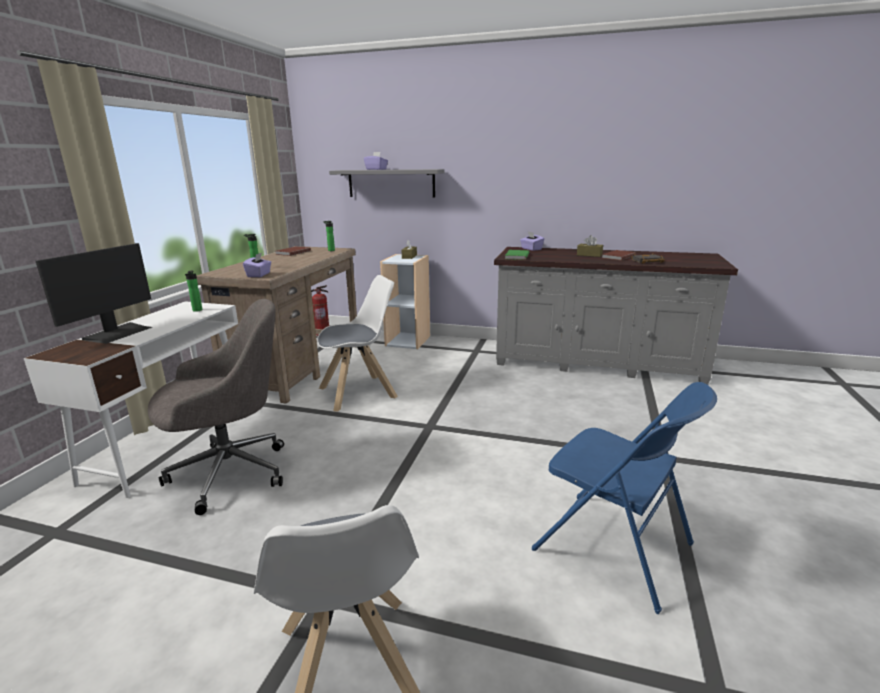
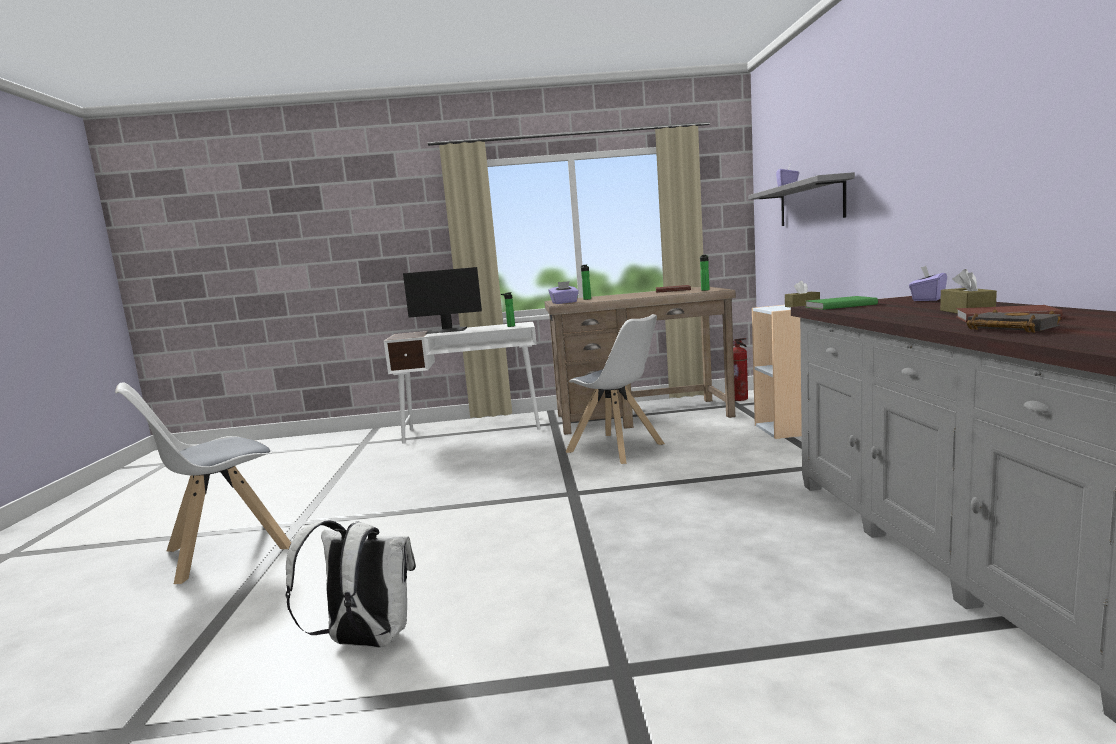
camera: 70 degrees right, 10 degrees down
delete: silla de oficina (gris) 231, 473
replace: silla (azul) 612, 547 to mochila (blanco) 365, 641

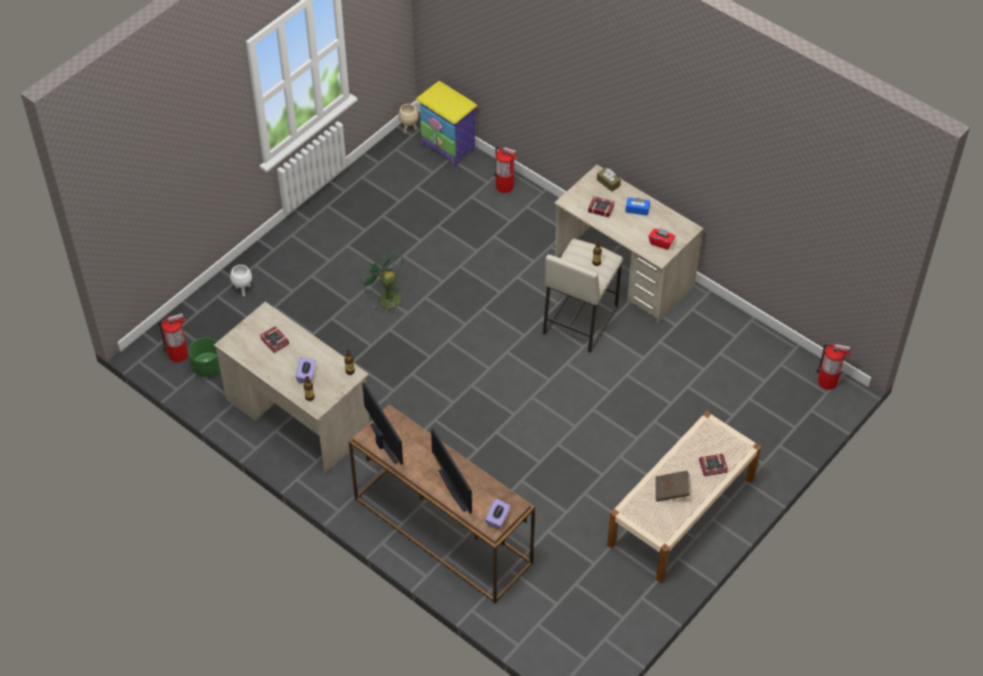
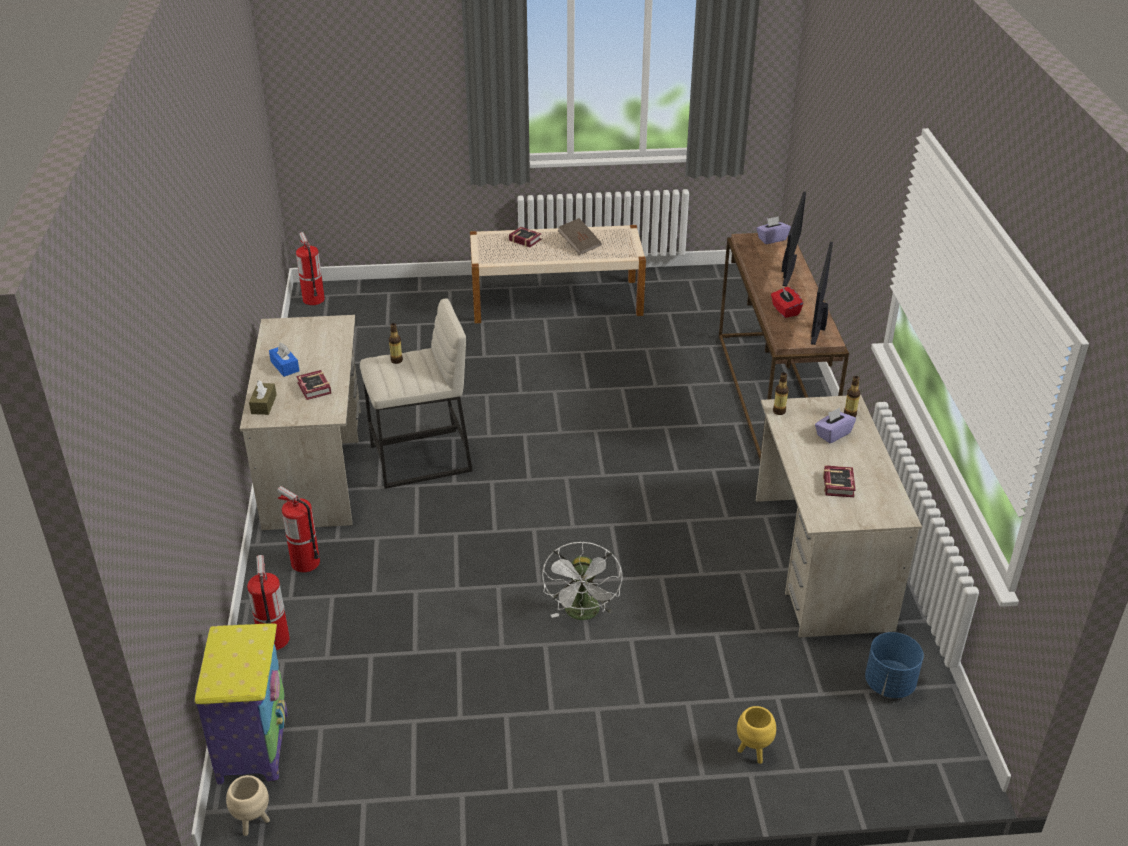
camera: 135 degrees left, 15 degrees down
move: extintor 178, 354 to 305, 562; caja de pañuelos (rojo) 661, 243 to 785, 310
recolor: ventilador (verde) 385, 297 to ventilador (blanco) 583, 614; maceta (blanco) 243, 290 to maceta (amarillo) 753, 752; maceta (verde) 207, 367 to maceta (azul) 889, 684

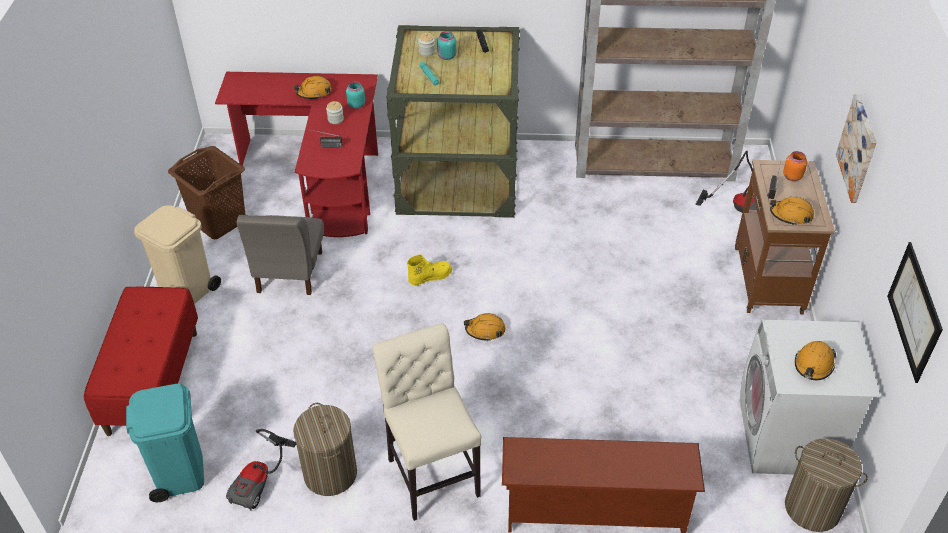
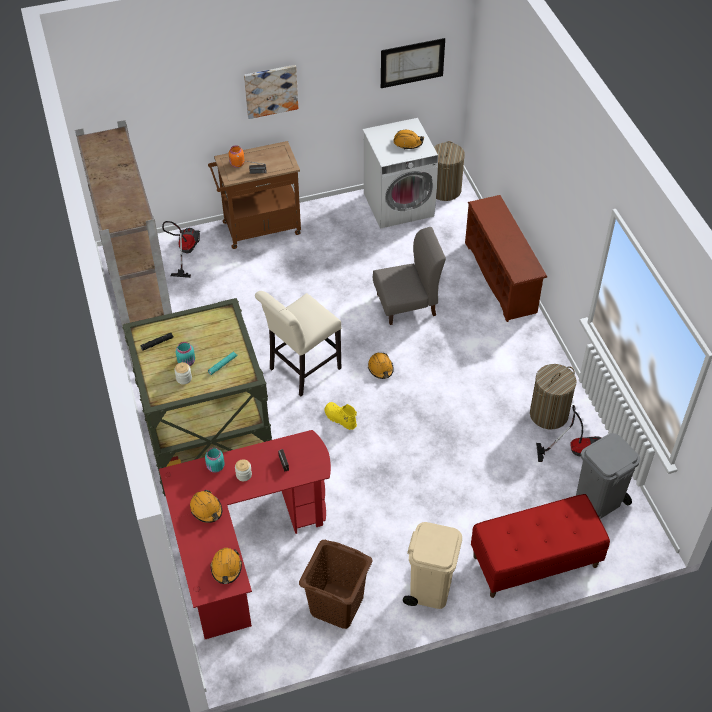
camera: 110 degrees left, 5 degrees up
move: casco (naranja) 791, 215 to 226, 568; taburete (beis) 432, 472 to 301, 370; silla (gris) 289, 272 to 407, 305
recolor: papelera (turquesa) 180, 473 to papelera (gris) 598, 501

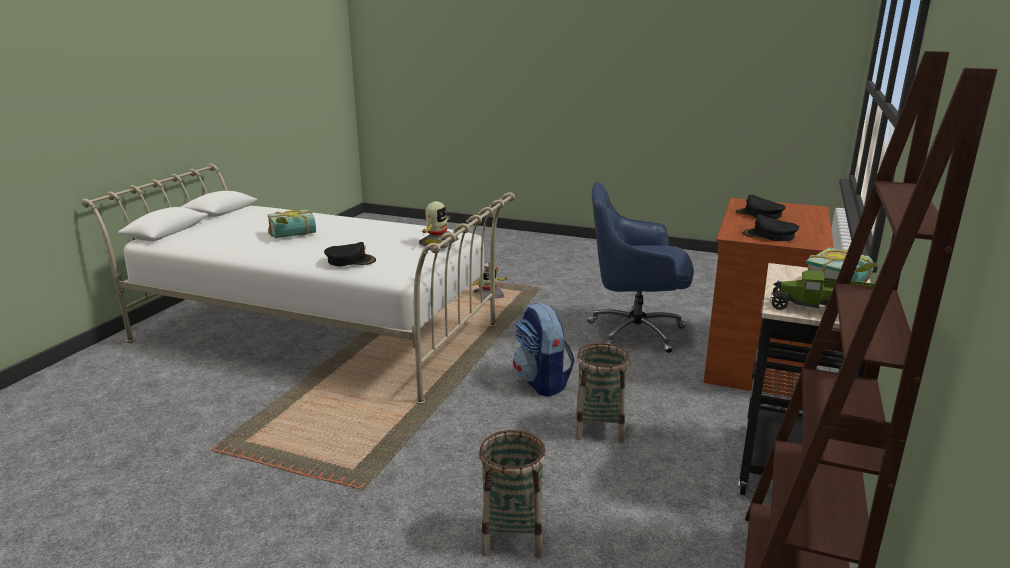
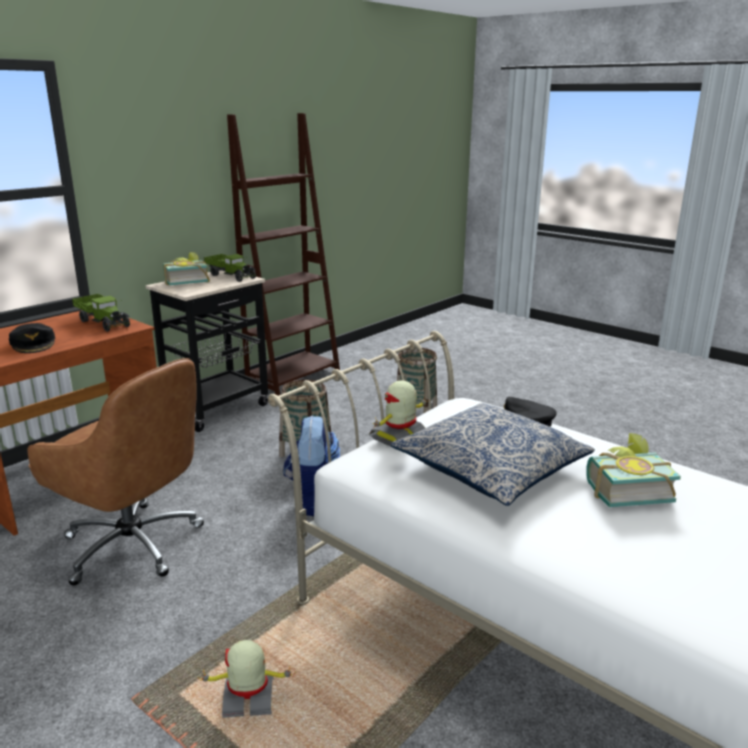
camera: 160 degrees left, 0 degrees up
insert: cojín 491, 467
replace: gorra (negro) 769, 235 to camión de juguete 103, 322
recolor: silla de oficina (azul) 635, 331 to silla de oficina (marrón) 131, 545

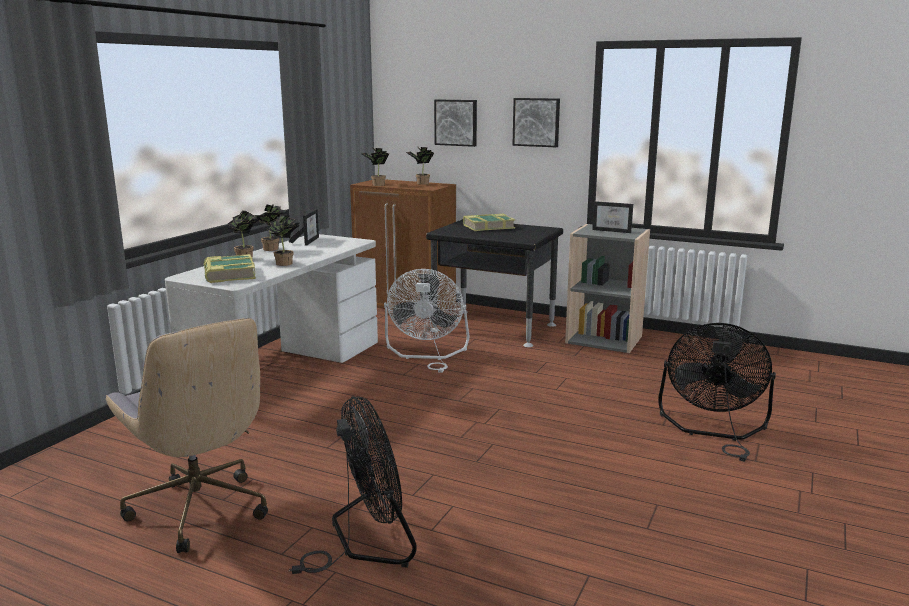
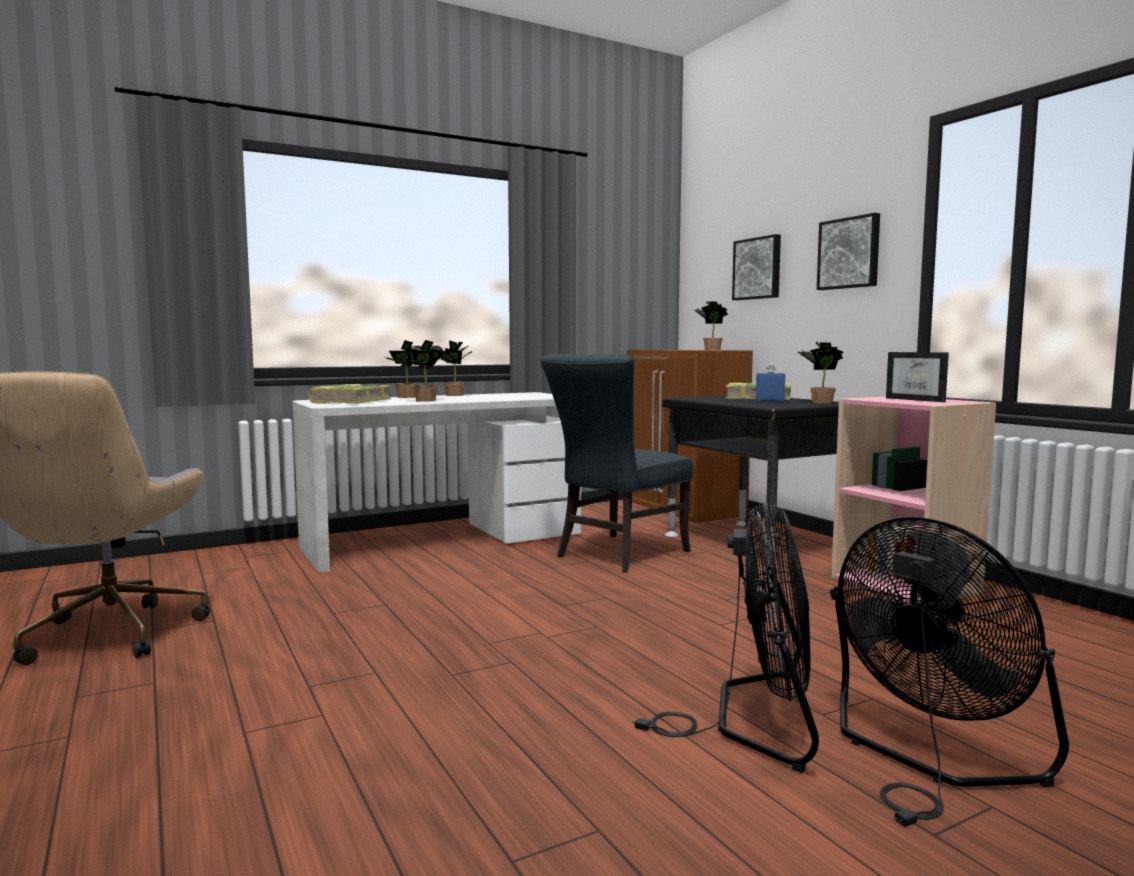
camera: 35 degrees right, 10 degrees down
delete: portarretratos 308, 241
insert: botella (azul) 769, 401
move: ventilador (negro) 361, 537 to 751, 717; planta en maceta 376, 185 to 819, 402
replace: ventilador (blanco) 427, 355 to silla (gris) 616, 555
recolor: estantería (gris) 605, 339 to estantería (rosa) 907, 585

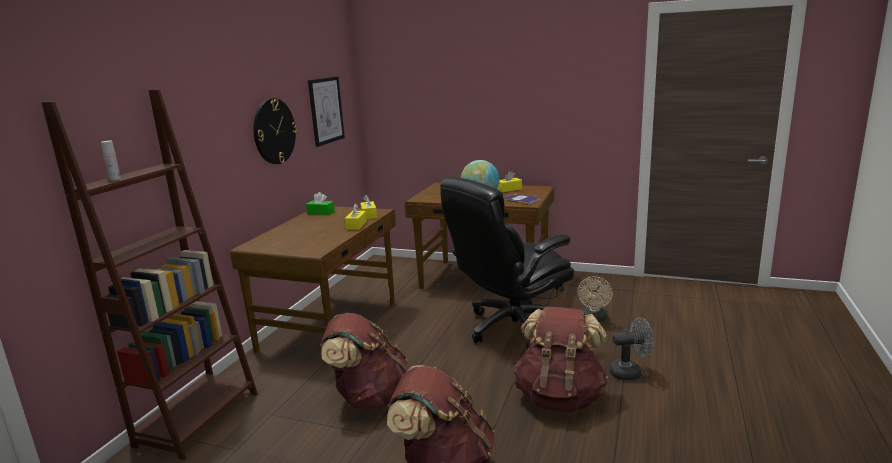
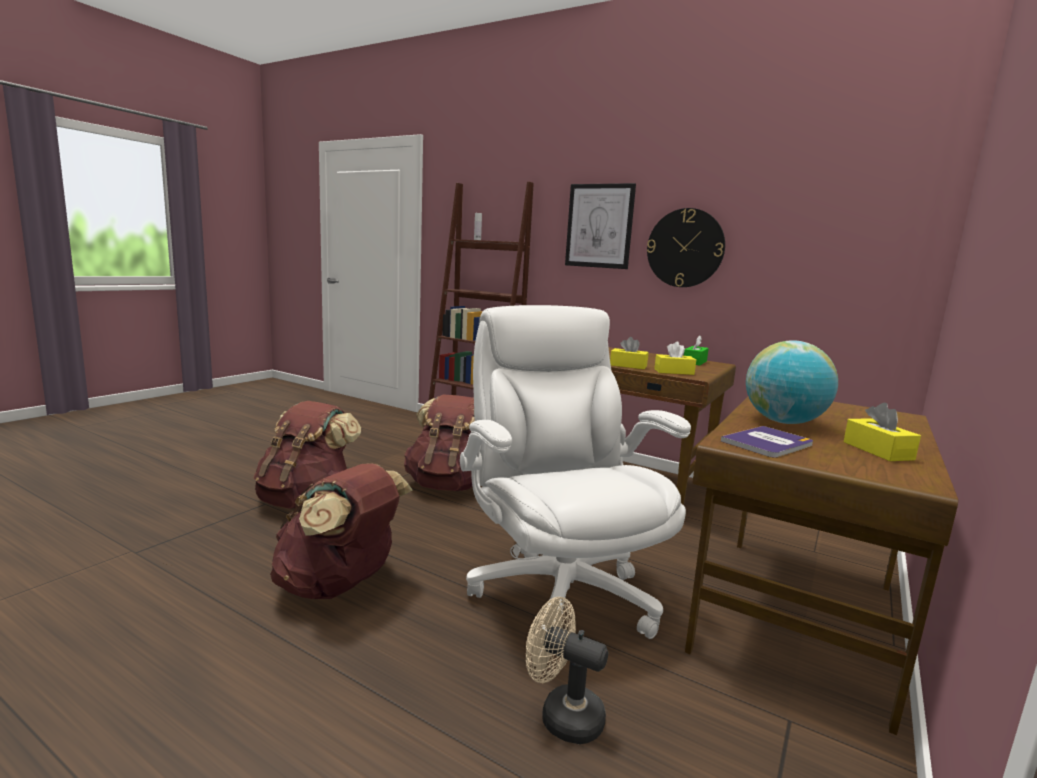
camera: 100 degrees right, 5 degrees down
delete: ventilador (gris) 630, 372
move: cuadro 326, 110 to 599, 226
recolor: silla de oficina (negro) 509, 328 to silla de oficina (blanco) 560, 594

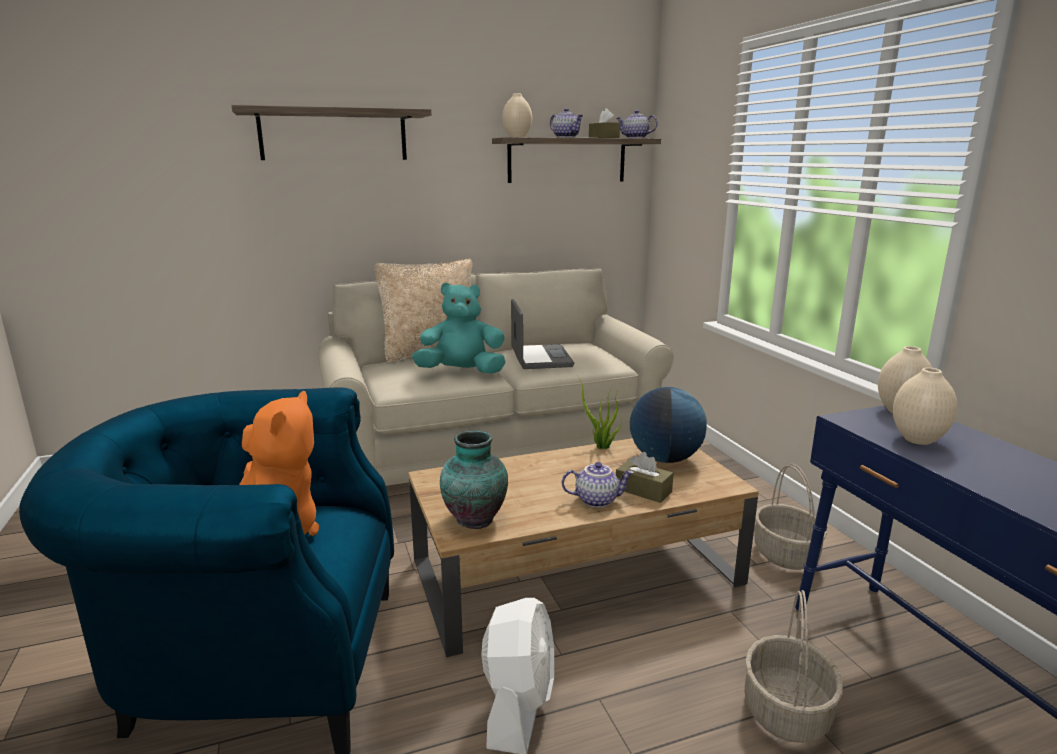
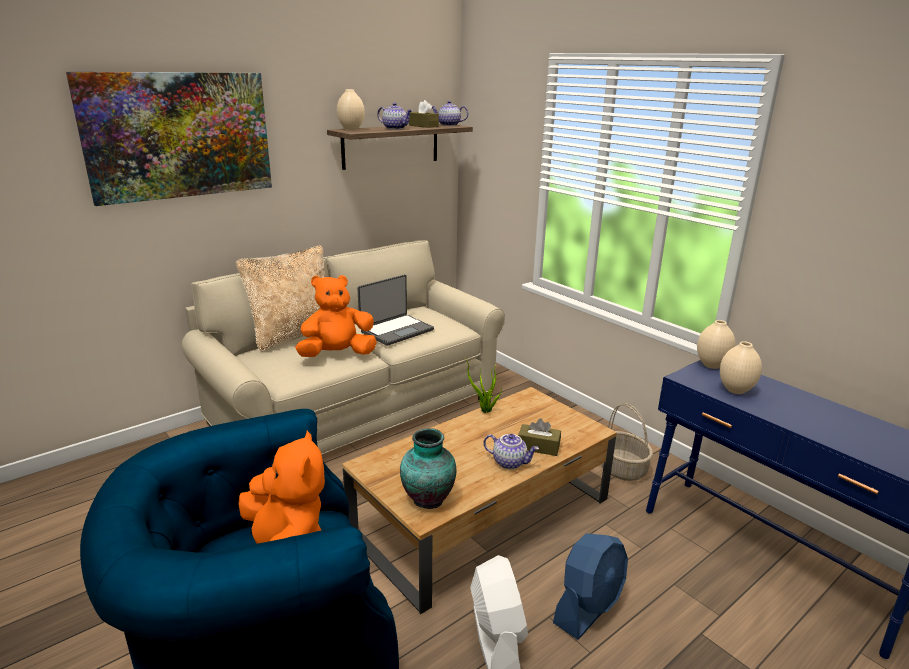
camera: 20 degrees left, 5 degrees up
delete: globo terráqueo 665, 459; cesta 787, 712
insert: ventilador (azul) 589, 607
replace: estante 334, 135 to cuadro 179, 135
recolor: peluche (turquesa) 462, 372 to peluche (naranja) 337, 354
rotate: portátil 539, 358 = 396, 330 75 degrees clockwise; tetera 597, 500 = 510, 462 45 degrees clockwise

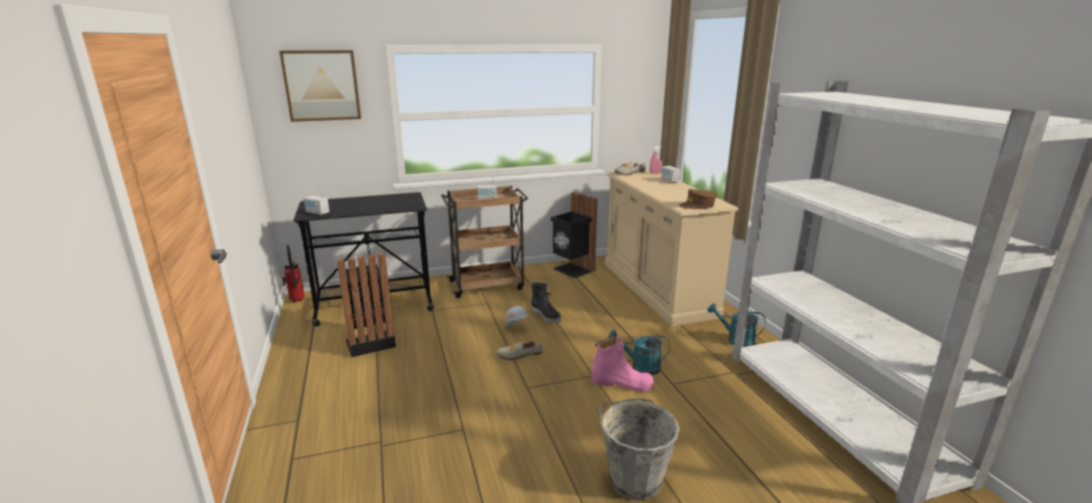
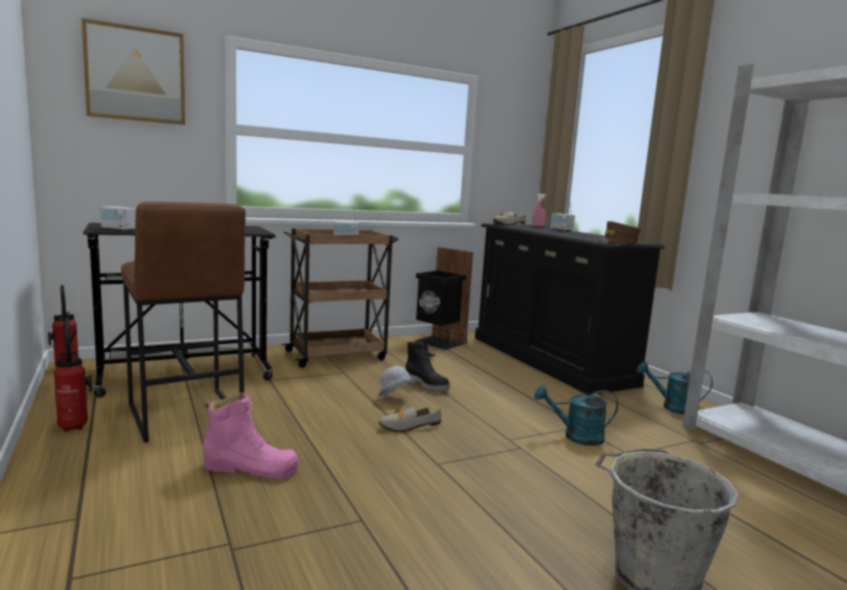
camera: 10 degrees left, 10 degrees down
insert: extintor 75, 425
move: bota (rosa) 622, 383 to 251, 468
replace: papelera (negro) 369, 342 to taburete (marrón) 185, 414
recolor: armario (beis) 657, 288 to armario (negro) 550, 360

